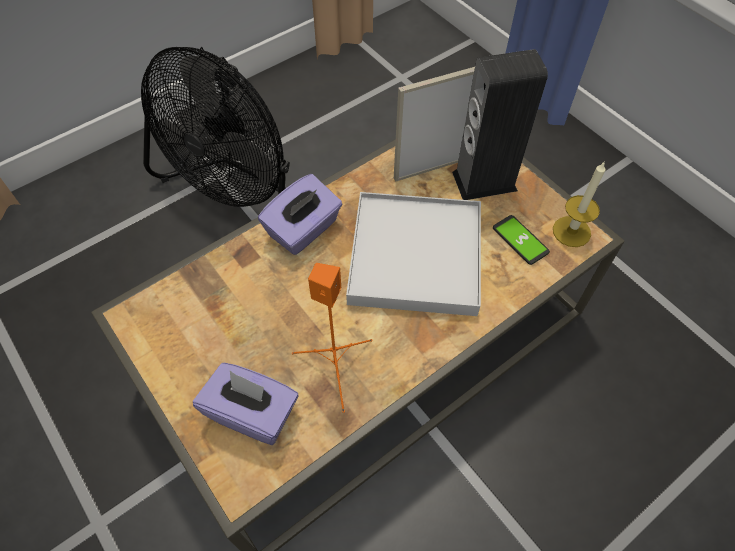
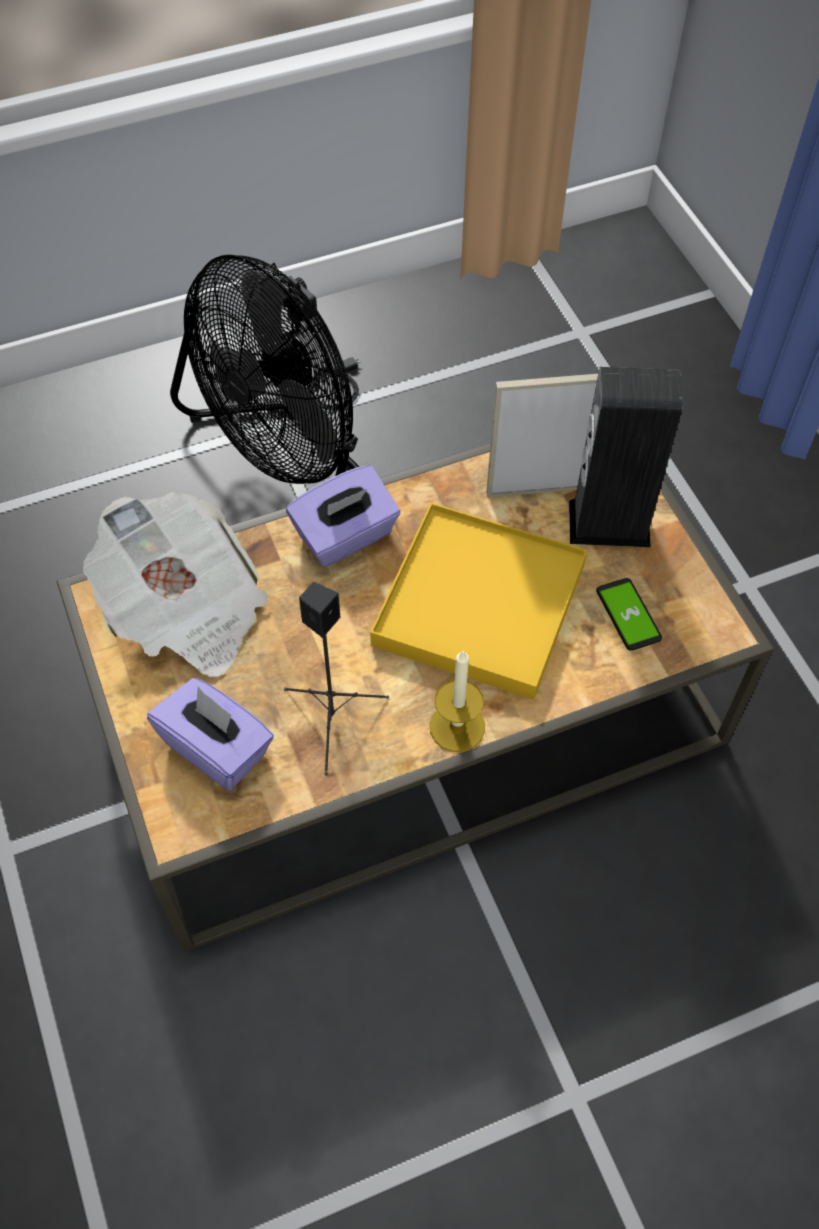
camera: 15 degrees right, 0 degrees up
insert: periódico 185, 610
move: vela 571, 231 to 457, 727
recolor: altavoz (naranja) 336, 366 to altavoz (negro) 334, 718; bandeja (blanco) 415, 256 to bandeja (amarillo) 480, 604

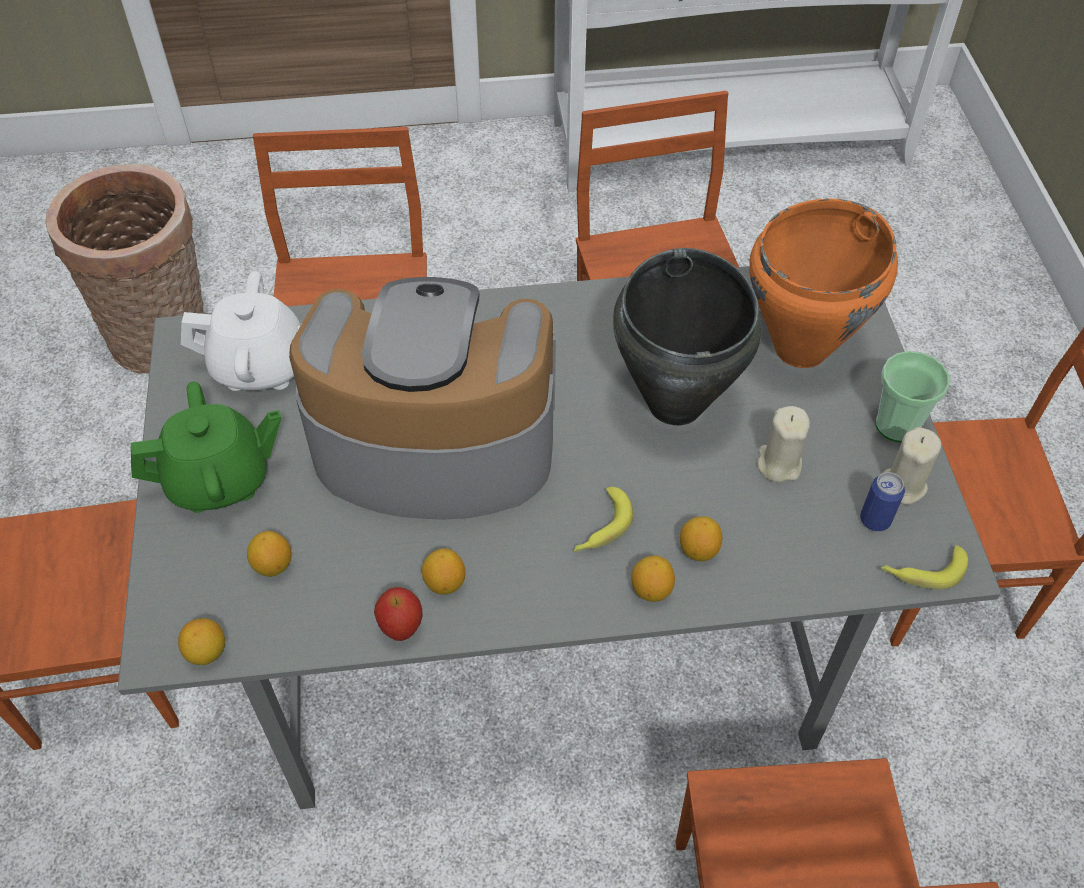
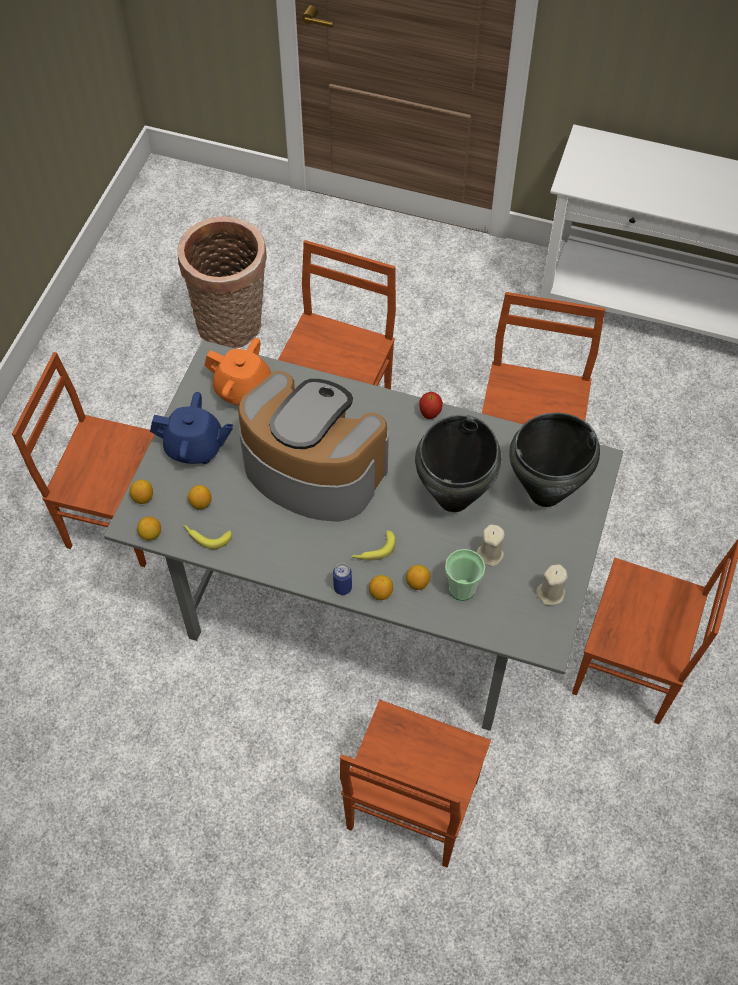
camera: 25 degrees right, 5 degrees up
move: limón 444, 582 to 143, 497; plátano 922, 571 to 206, 536; lata 875, 520 to 342, 588; manzana 401, 629 to 430, 414; taza 896, 425 to 462, 589
recolor: tetera (verde) 219, 480 to tetera (azul) 195, 447; tetera (blanco) 261, 367 to tetera (naranja) 244, 391; olla (naranja) 802, 348 to olla (negro) 546, 493

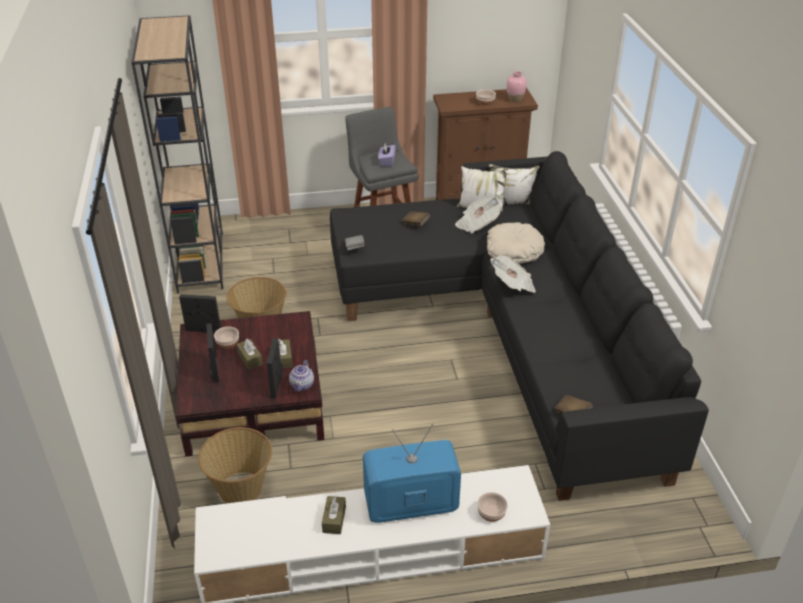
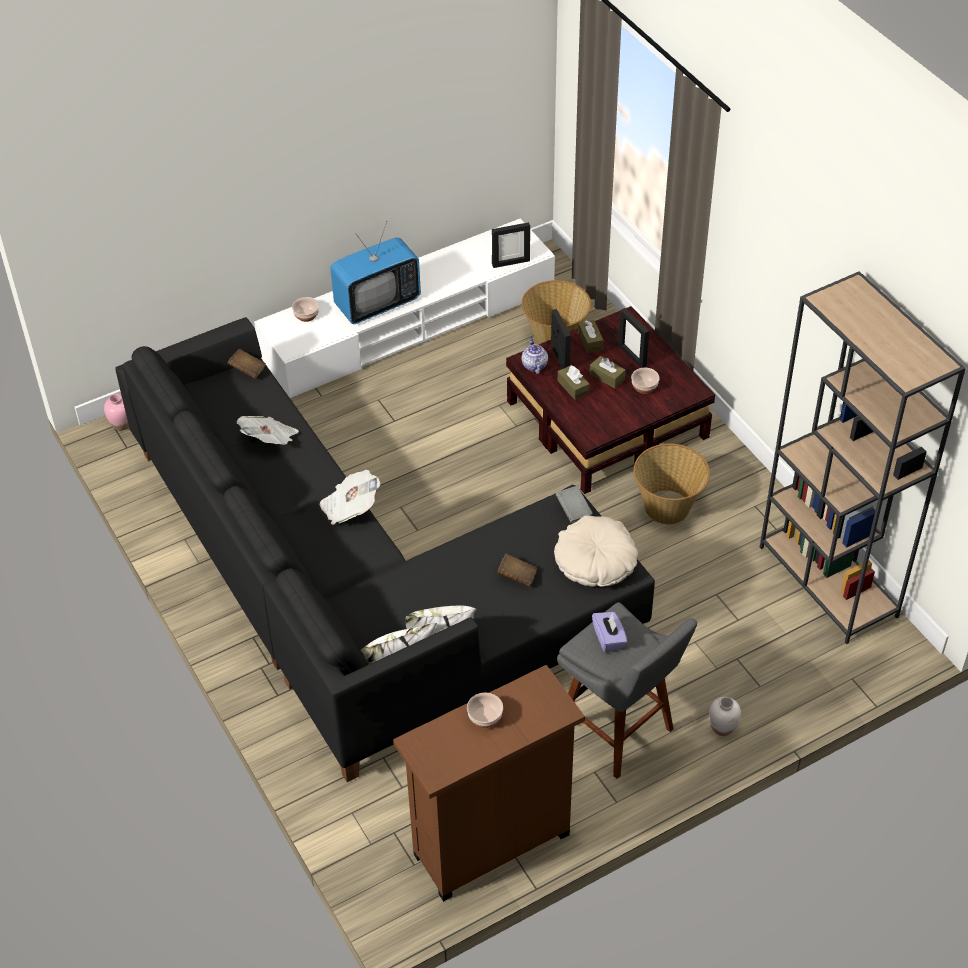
camera: 160 degrees right, 10 degrees up
insert: florero (blanco) 722, 728
move: florero (rosa) 515, 99 to 121, 425; periódico 477, 224 to 270, 440; portarretratos 203, 331 to 510, 262; cojín (beis) 514, 251 to 594, 561; caja de pañuelos (marrón) 334, 519 to 590, 341

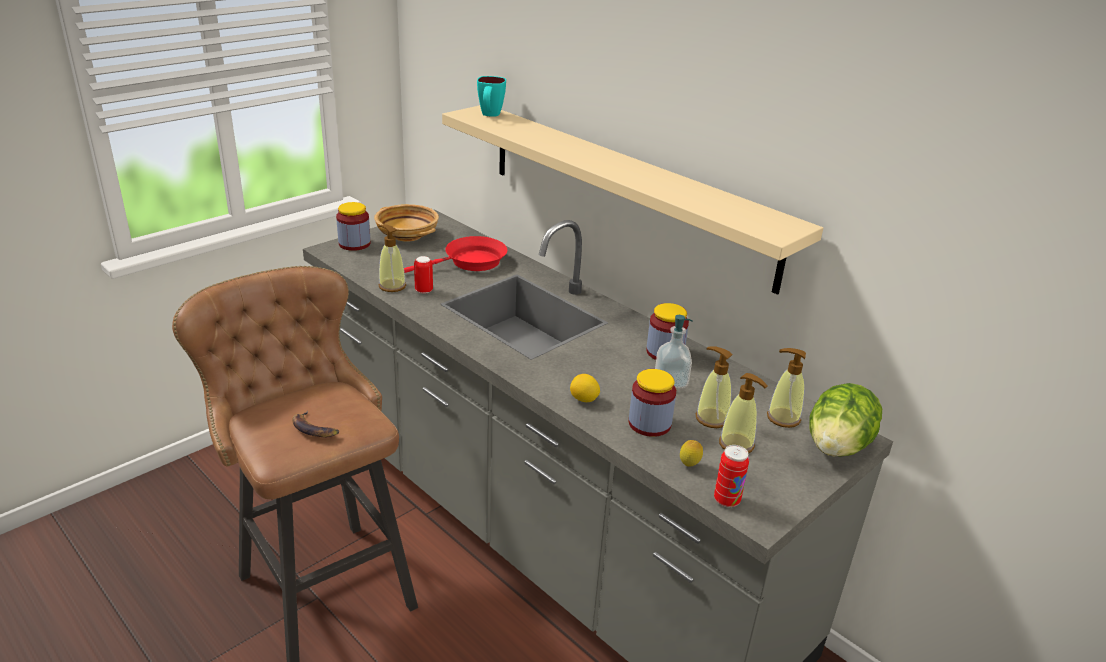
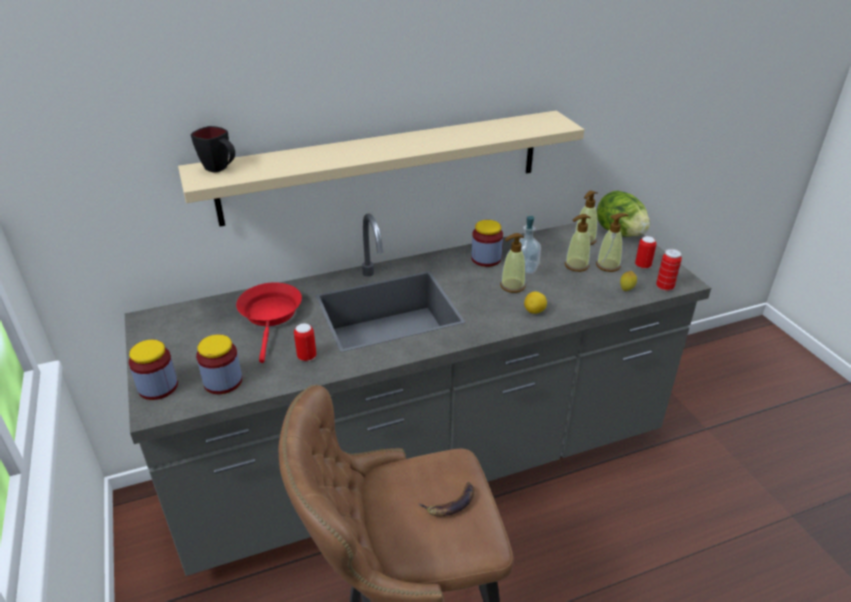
camera: 65 degrees left, 5 degrees up
delete: cuenco (beis) 408, 235
insert: lata 642, 266
move: tarro 649, 424 to 223, 381; dispensador de jabón 392, 286 to 512, 286
recolor: taza grande (turquesa) 490, 115 to taza grande (negro) 220, 169

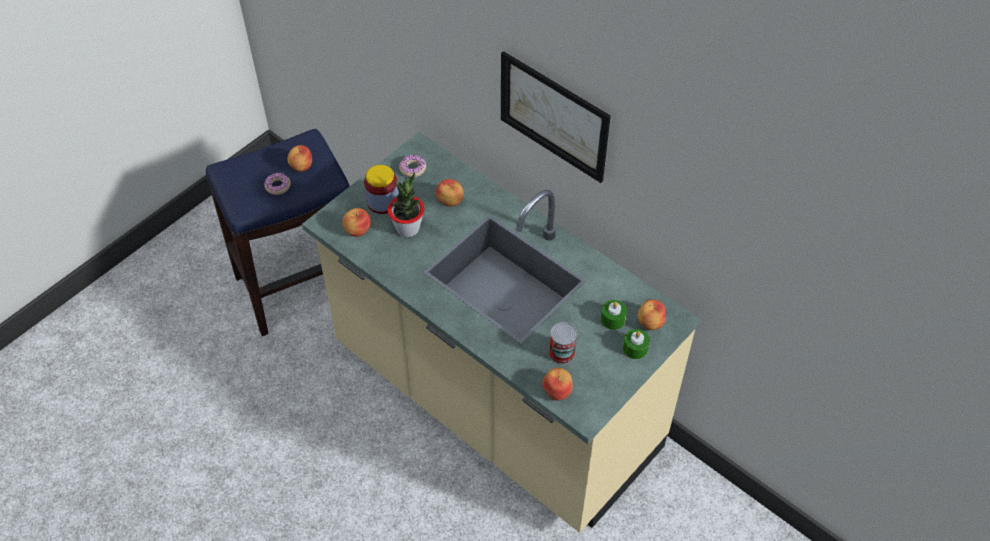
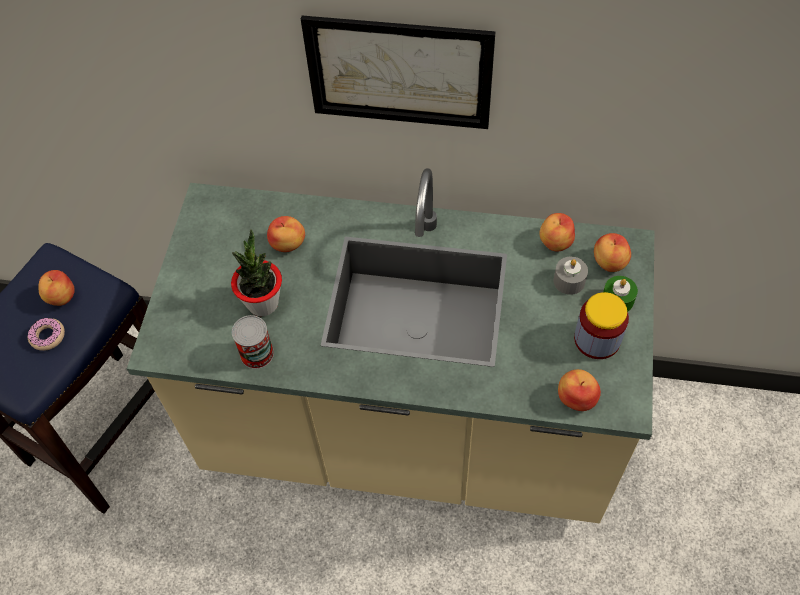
camera: 30 degrees left, 5 degrees up
delete: rosquilla 413, 168
move: lata 562, 353 to 257, 353; manzana 357, 230 to 555, 242; tarro 383, 202 to 597, 339
recolor: vela (verde) 613, 319 to vela (gris) 569, 281

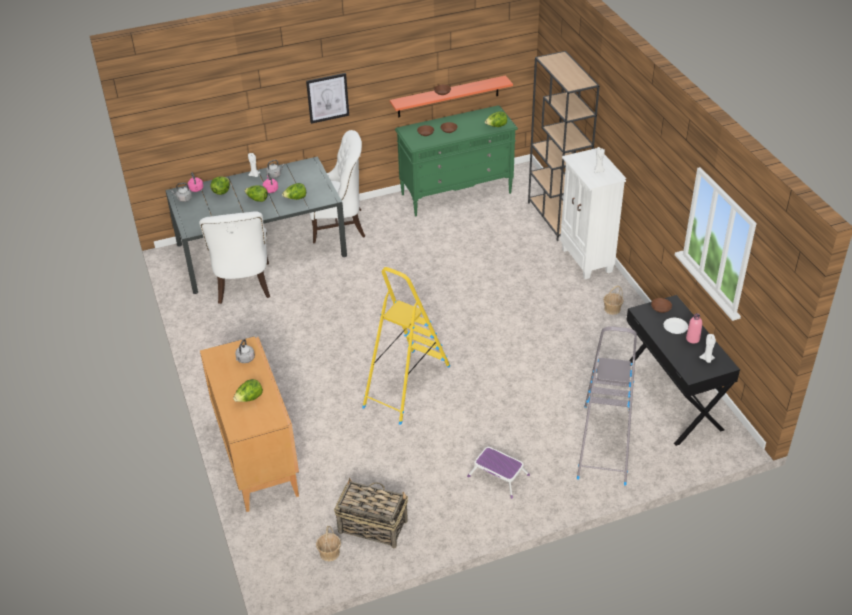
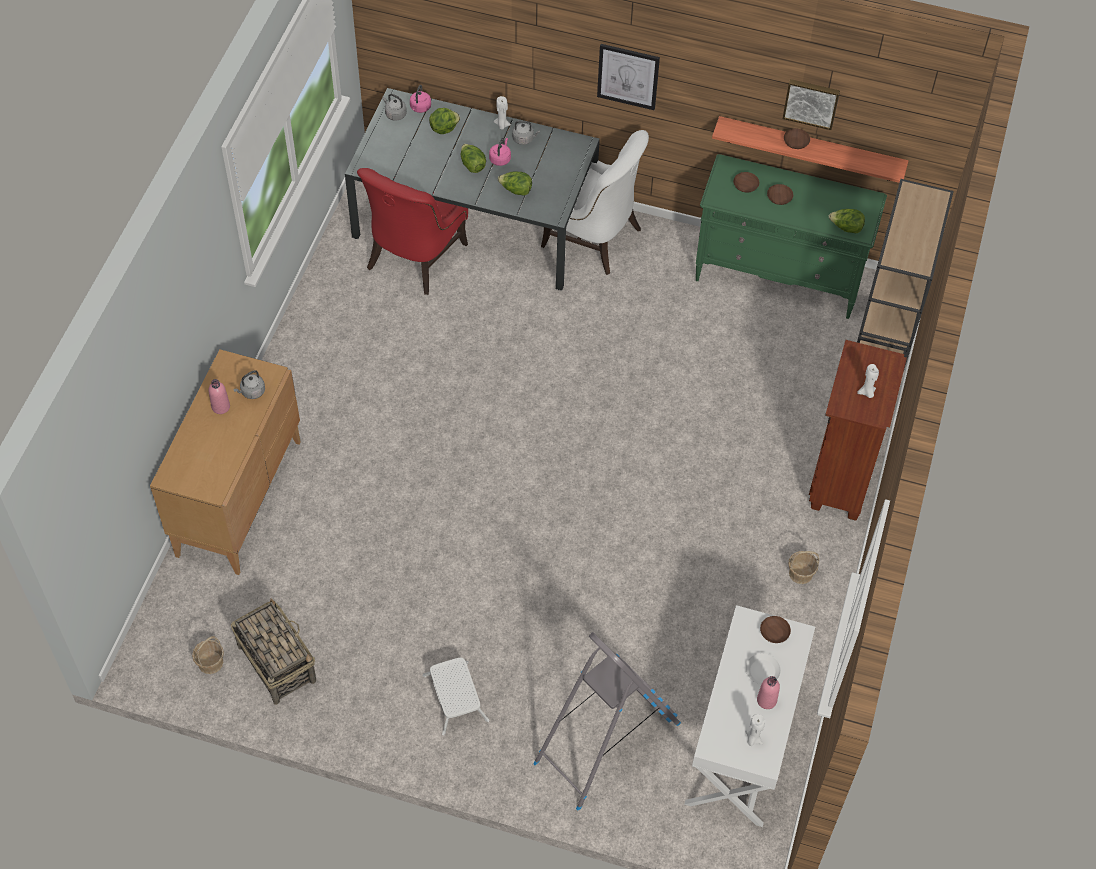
camera: 35 degrees right, 15 degrees up
delete: lechuga 249, 399; escalera de tijera (amarillo) 407, 385
insert: botella (rosa) 221, 407; cuadro 811, 102
recolor: silla (blanco) 243, 284 to silla (rojo) 415, 257; escalera de tijera (morado) 498, 476 to escalera de tijera (blanco) 455, 698; mesa consola (negro) 671, 399 to mesa consola (blanco) 743, 743; armario (blanco) 585, 261 to armario (marrón) 839, 483

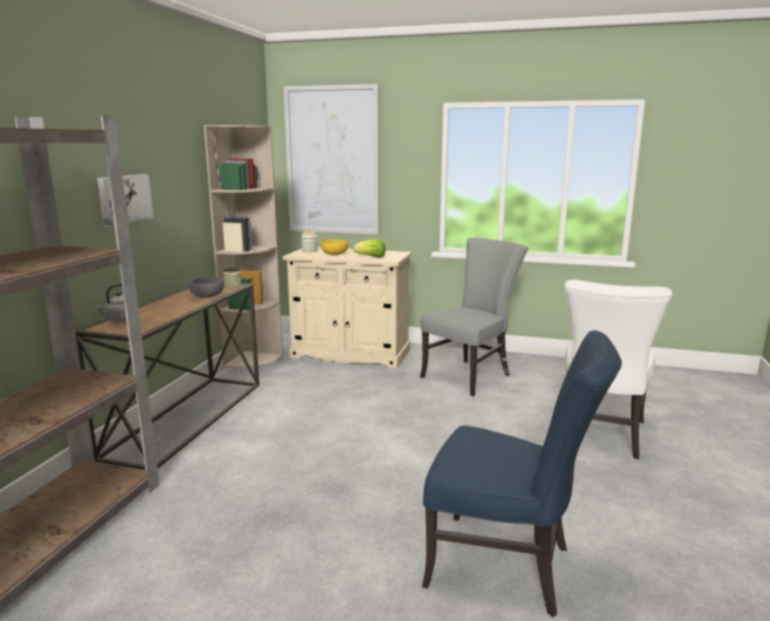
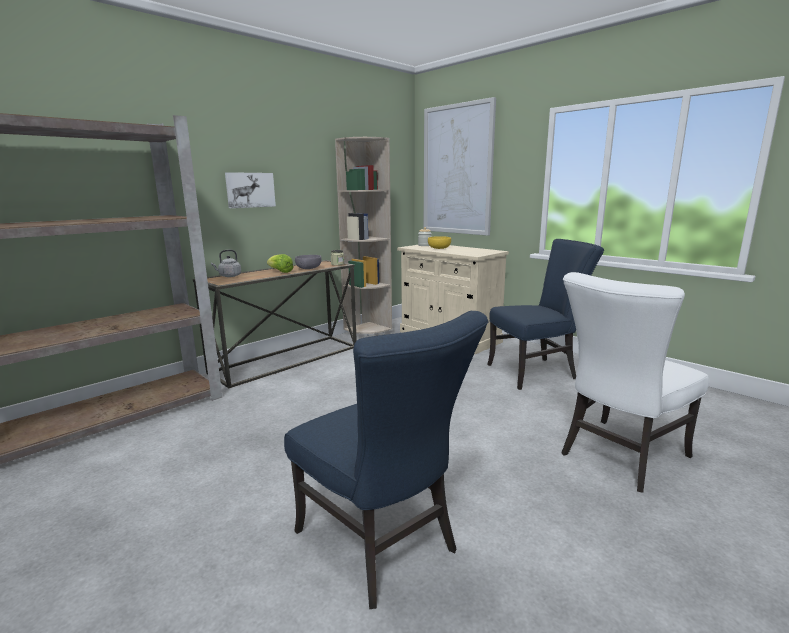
camera: 30 degrees right, 0 degrees up
move: lechuga 371, 257 to 280, 272
recolor: silla (gris) 470, 375 to silla (azul) 536, 371

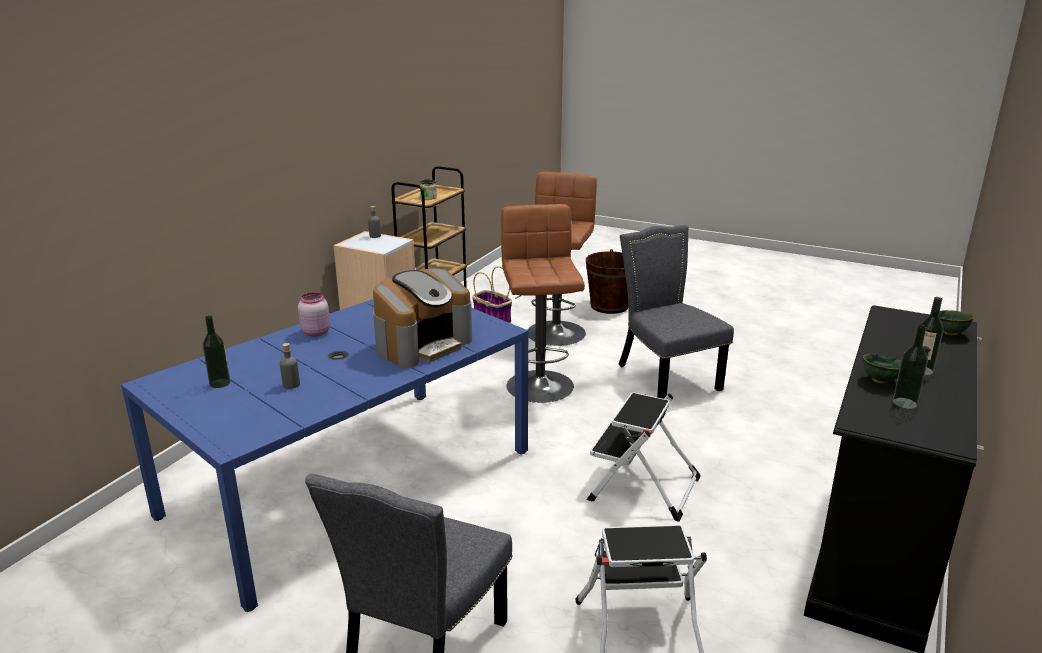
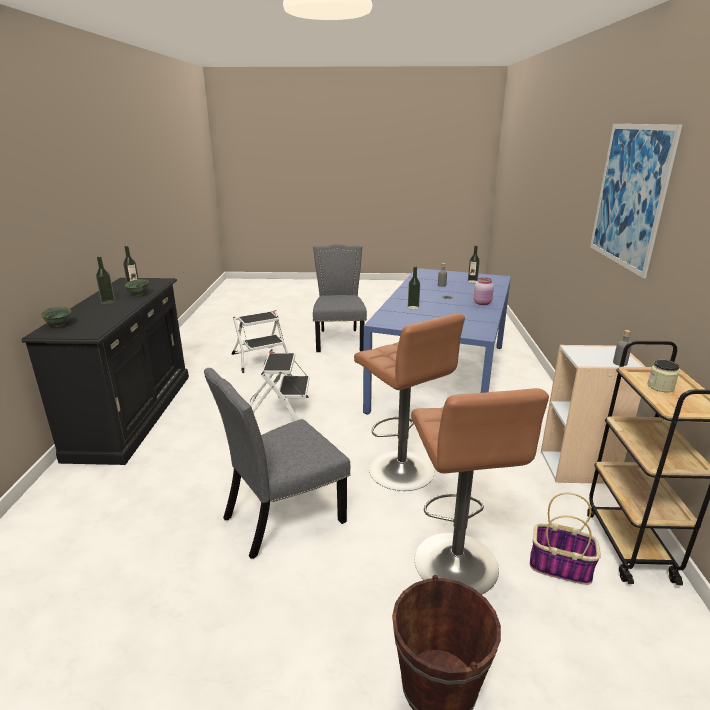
camera: 155 degrees right, 0 degrees up
insert: cuadro 629, 196
replace: cafetera 423, 344 to botella 413, 307
rotate: silla (gris) 667, 379 = 285, 516 105 degrees clockwise

